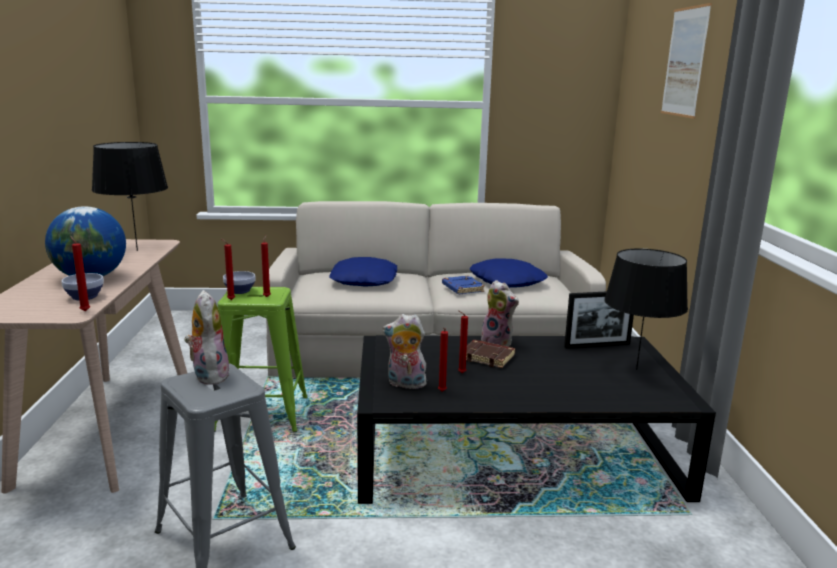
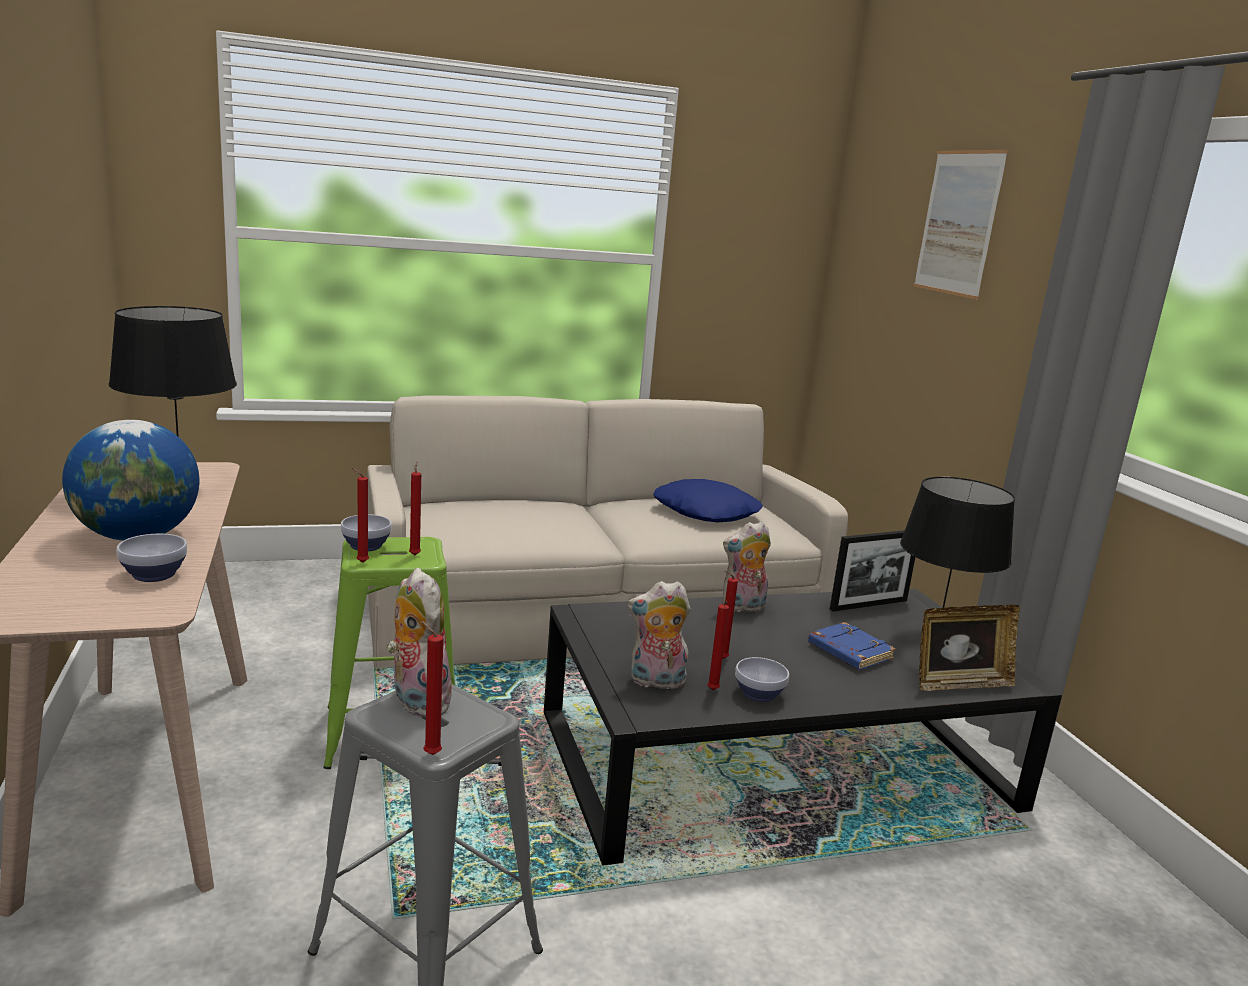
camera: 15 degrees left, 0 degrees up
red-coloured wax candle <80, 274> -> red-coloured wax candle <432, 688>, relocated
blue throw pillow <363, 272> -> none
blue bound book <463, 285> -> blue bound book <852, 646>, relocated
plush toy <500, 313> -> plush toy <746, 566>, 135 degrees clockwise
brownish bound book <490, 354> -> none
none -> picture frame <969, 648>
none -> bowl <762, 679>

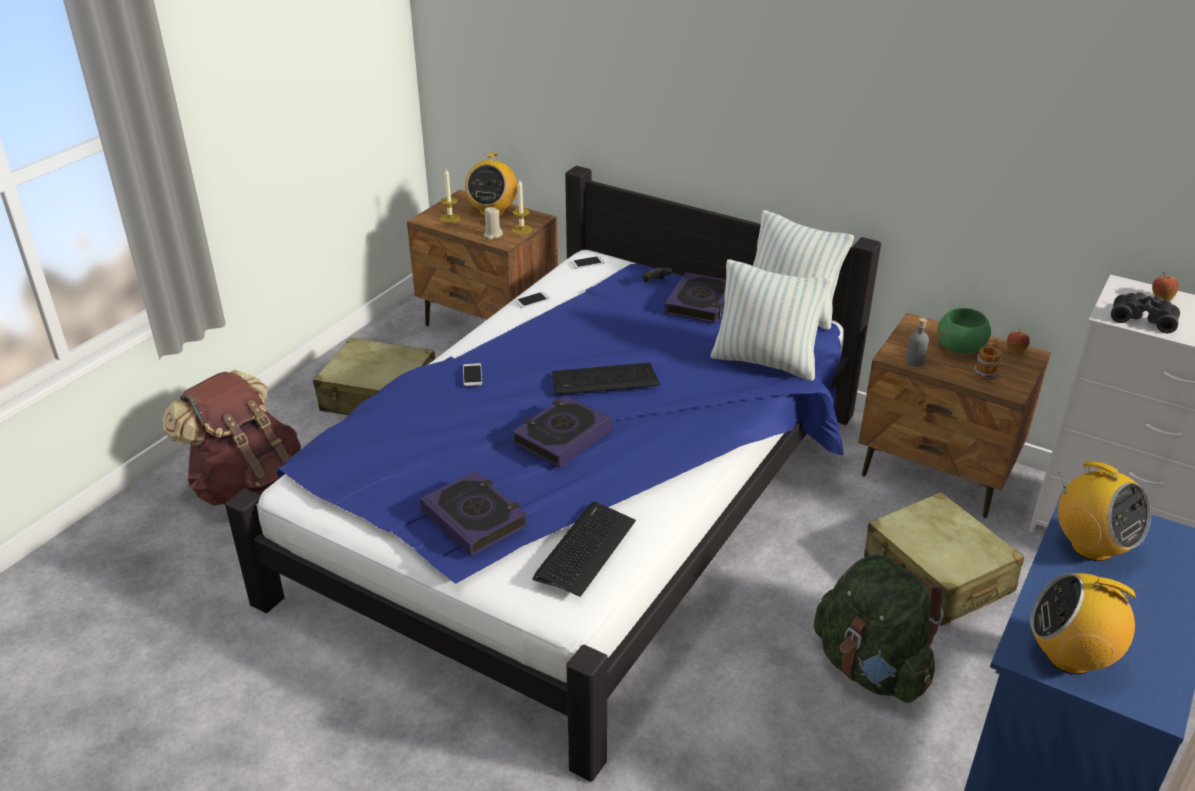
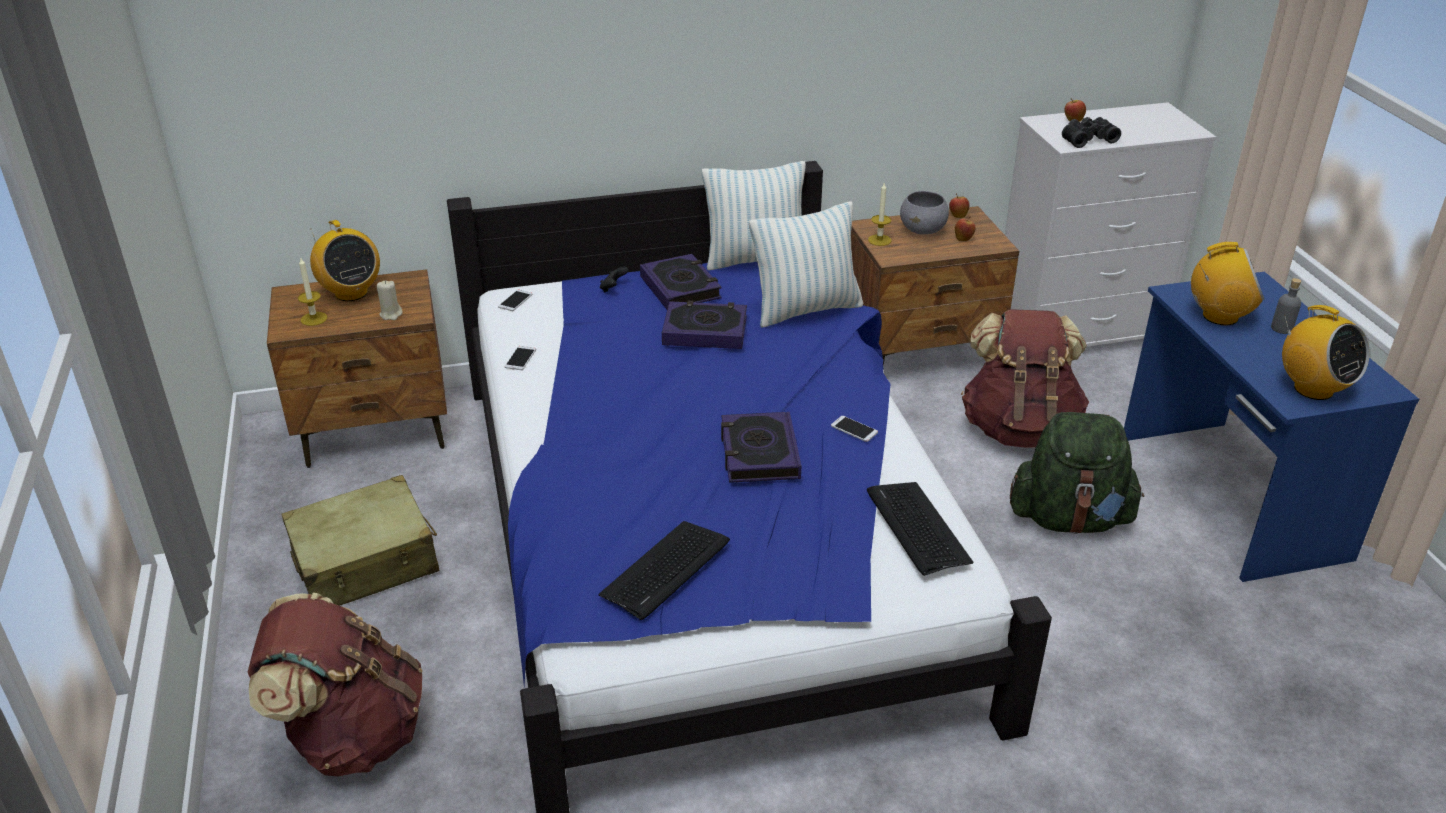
camera: 45 degrees left, 0 degrees up
wax candle <522, 207> -> wax candle <880, 214>, relocated
green bowl <964, 331> -> greyish bowl <924, 213>
greyish beverage bottle <917, 342> -> greyish beverage bottle <1286, 306>, relocated
mug <987, 359> -> apple <965, 228>
telephone <472, 374> -> telephone <854, 429>, relocated
PC keyboard <606, 379> -> PC keyboard <664, 570>, relocated
bound book <474, 513> -> bound book <704, 324>, relocated
beige suitcase <944, 559> -> brownish backpack <1025, 378>
radio receiver <1086, 623> -> radio receiver <1326, 352>, 90 degrees counterclockwise

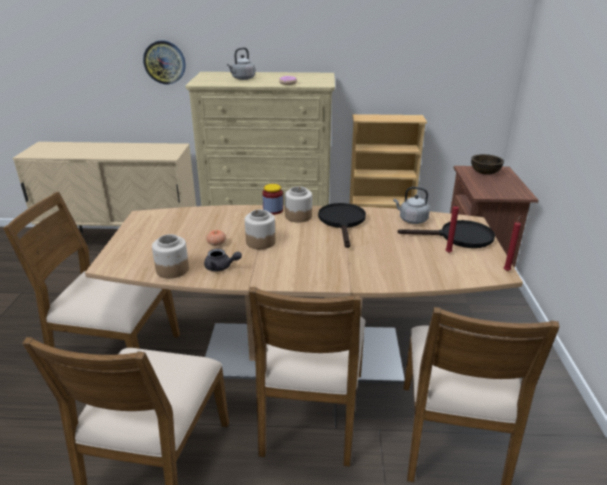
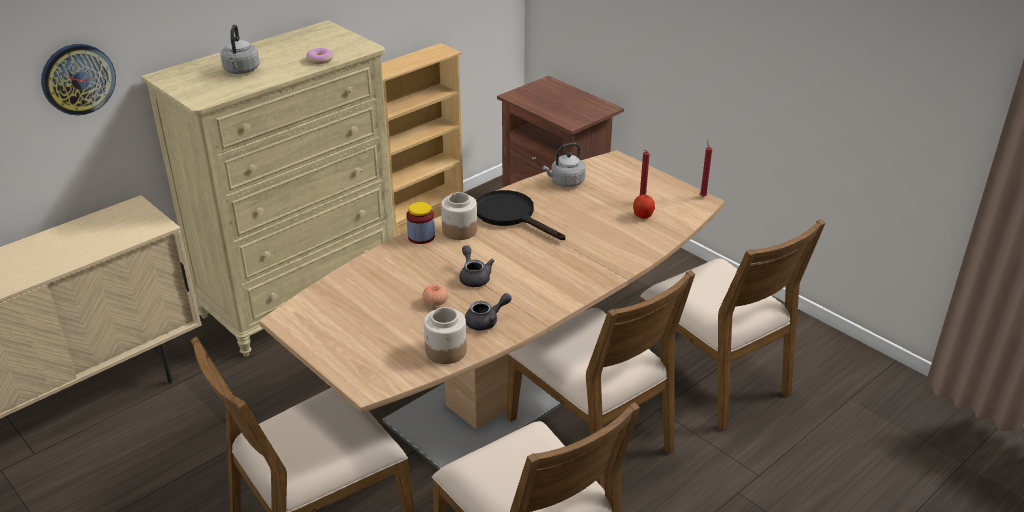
camera: 45 degrees left, 5 degrees up
brownish bowl <487, 164> -> none
storage jar <260, 229> -> greyish pot for tea <477, 266>
blackish skillet <446, 234> -> none
none -> apple <644, 206>

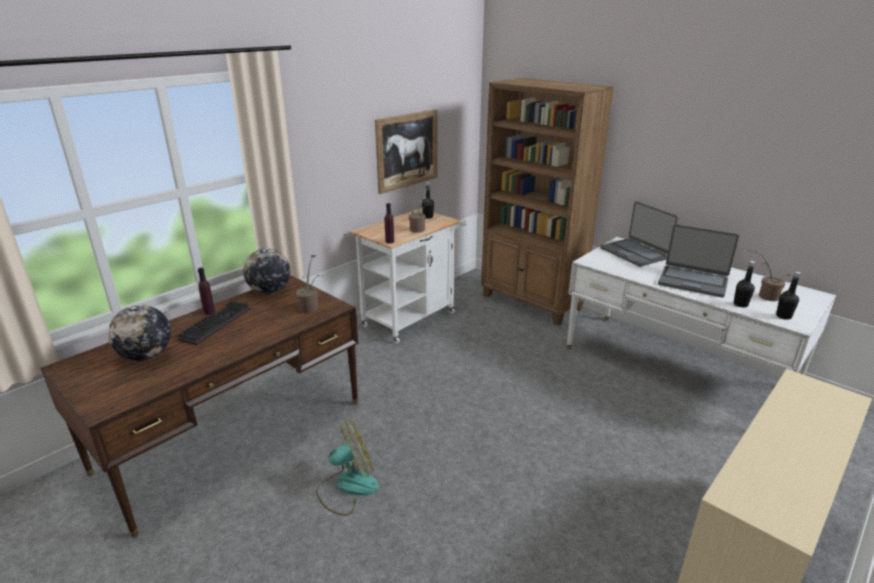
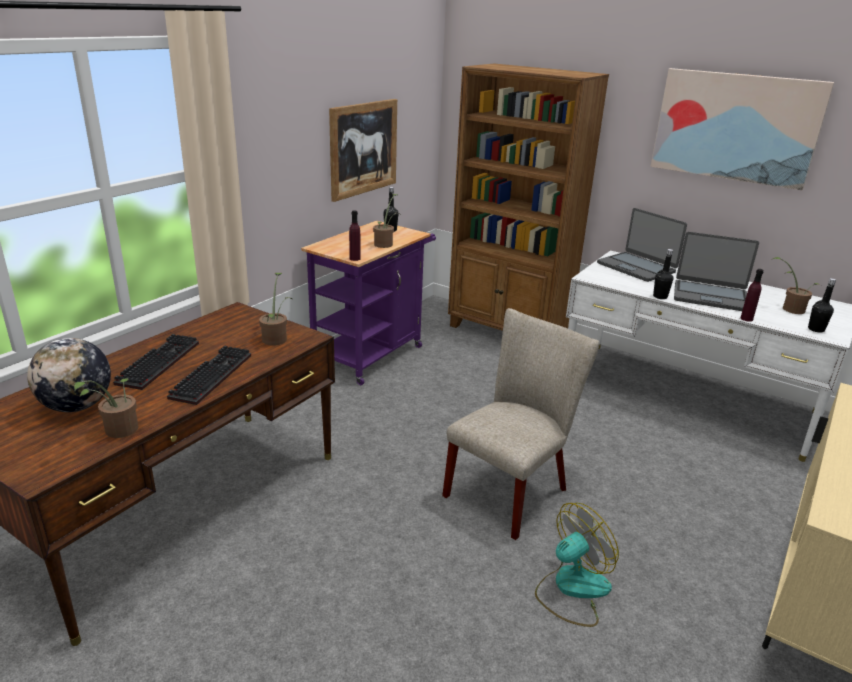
camera: 10 degrees left, 0 degrees up
whitish wheeled cart <408, 275> -> purplish wheeled cart <368, 303>
world globe <266, 271> -> none
blackish beverage bottle <744, 284> -> blackish beverage bottle <663, 274>, relocated
purplish beverage bottle <206, 291> -> purplish beverage bottle <752, 295>, relocated
electric fan <347, 468> -> electric fan <577, 565>, relocated
none -> wall art <742, 129>
none -> beige plain chair <521, 424>
none -> PC keyboard <209, 375>
none -> potted plant <106, 408>

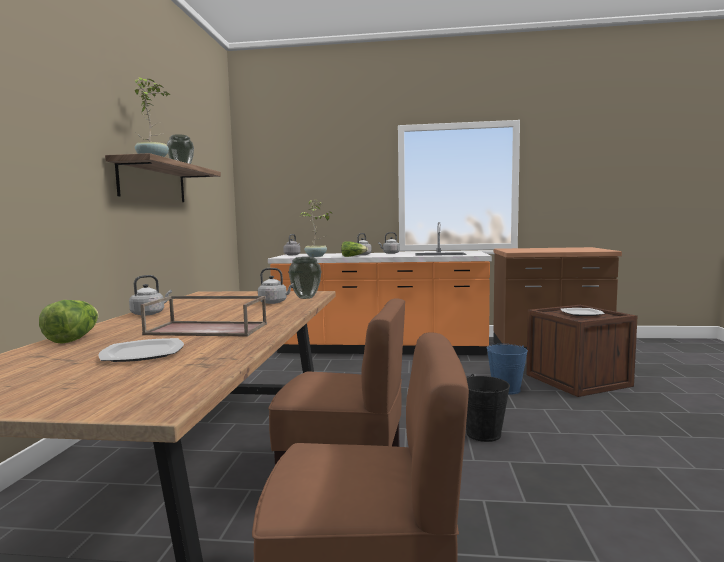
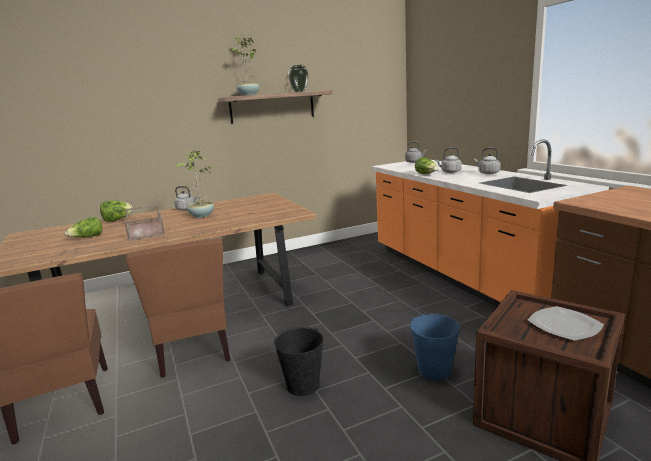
camera: 60 degrees right, 10 degrees up
potted plant <317, 228> -> potted plant <194, 184>, relocated
vase <305, 278> -> none
greyish tea kettle <276, 286> -> none
plate <141, 350> -> lettuce head <83, 227>

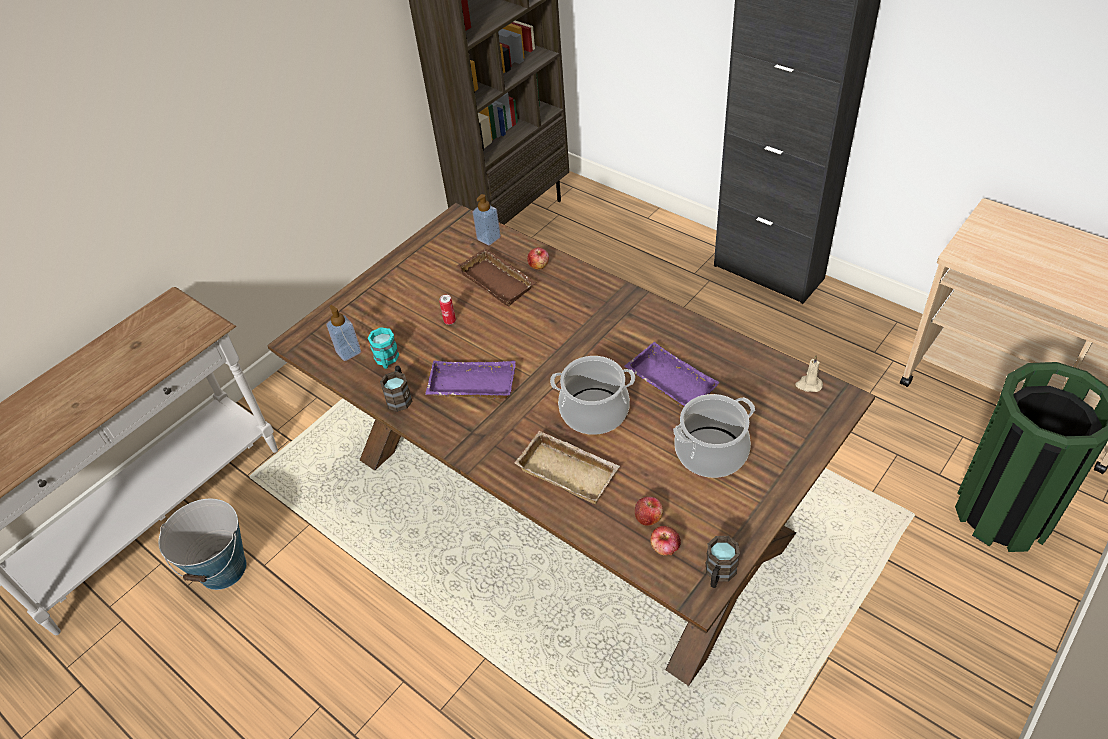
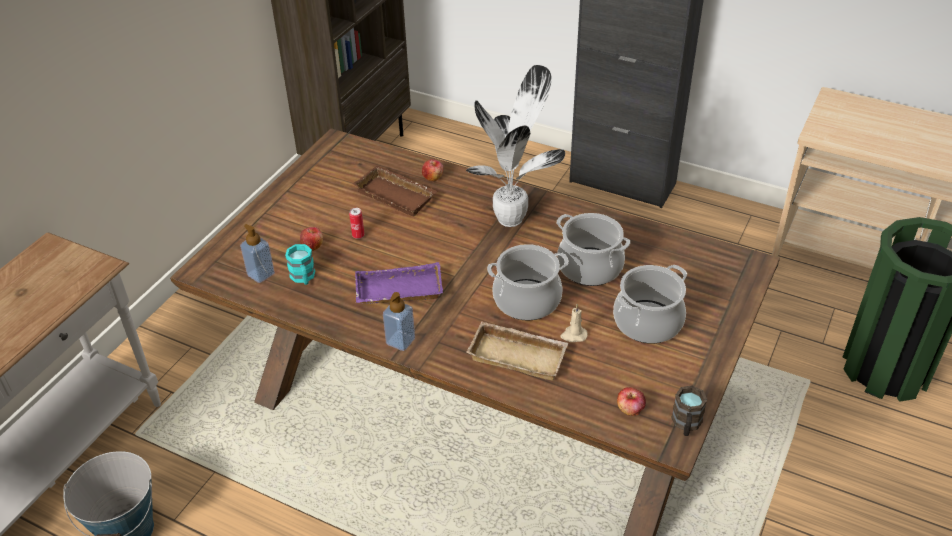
camera: 15 degrees left, 5 degrees down
soap bottle <486, 219> -> soap bottle <399, 321>, relocated
purplish carrying tray <672, 375> -> stockpot <593, 249>
beige wax candle <809, 374> -> beige wax candle <574, 323>, relocated
brownish mug <396, 389> -> none
apple <649, 511> -> apple <311, 239>, relocated
none -> potted plant <515, 146>

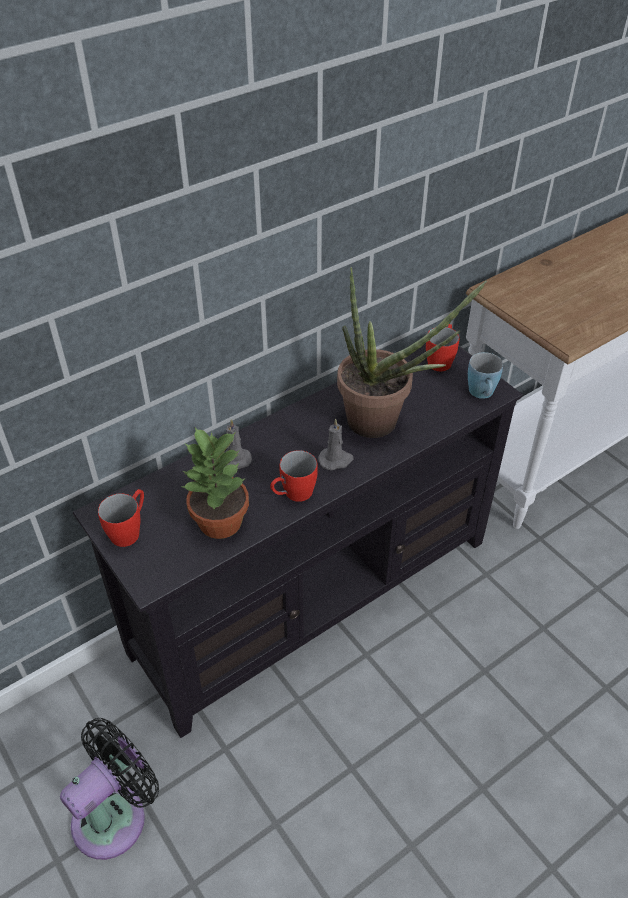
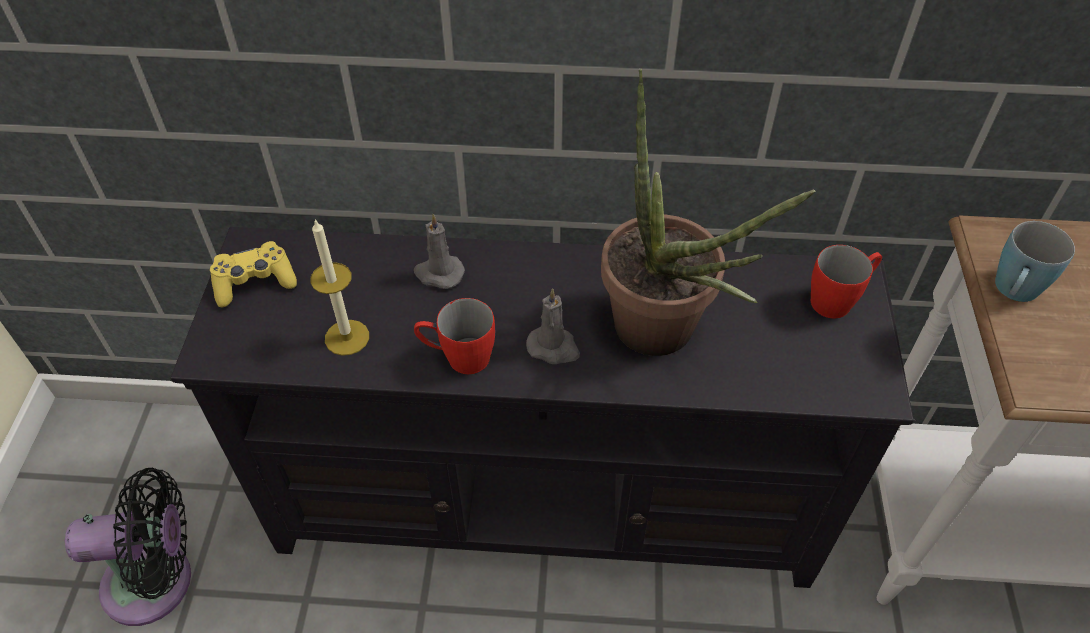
camera: 40 degrees right, 5 degrees up
blue mug <485, 375> -> blue mug <1035, 261>, relocated
potted plant <215, 483> -> wax candle <339, 287>
red-coloured mug <121, 518> -> yellow gamepad <253, 274>

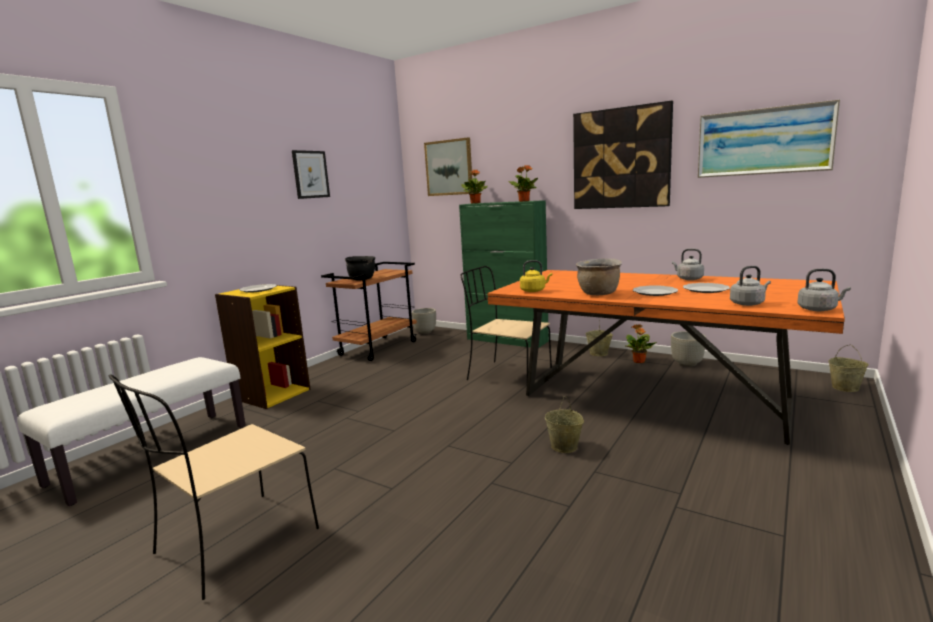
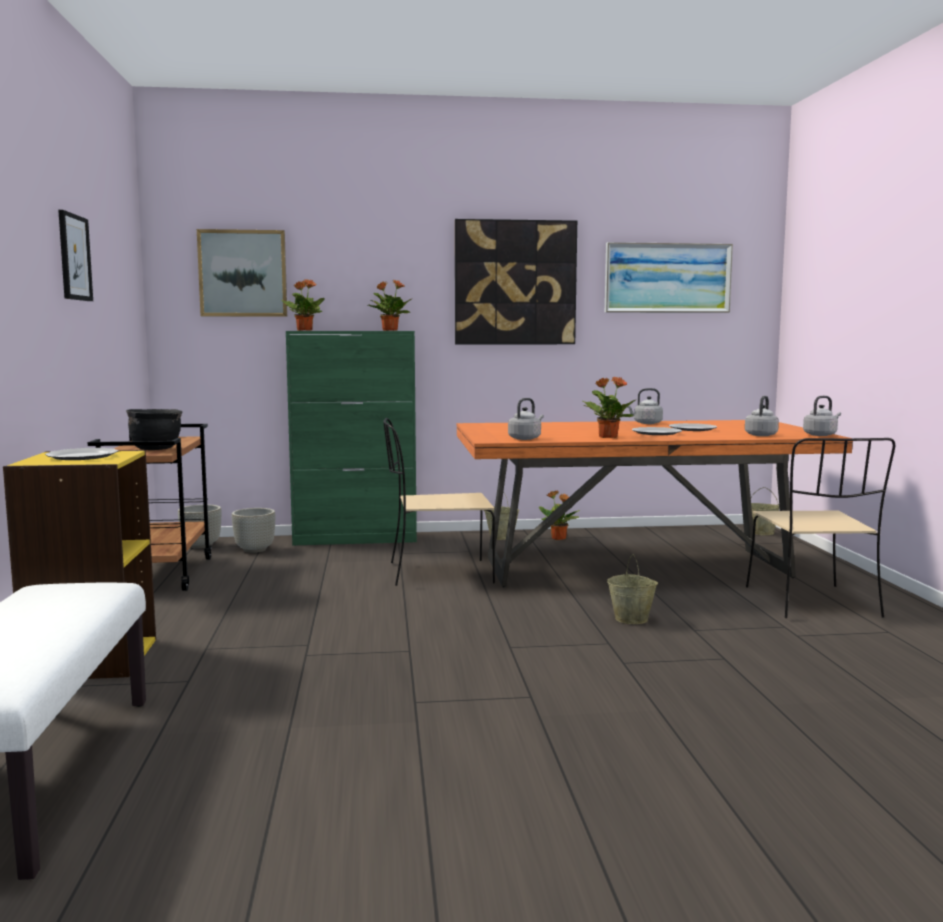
camera: 40 degrees left, 5 degrees down
brownish stockpot <599, 276> -> potted plant <609, 407>
yellow tea kettle <536, 276> -> greyish tea kettle <526, 419>
greyish flower pot <688, 349> -> greyish flower pot <253, 530>, relocated
beige plain chair <214, 487> -> beige plain chair <820, 528>, relocated

